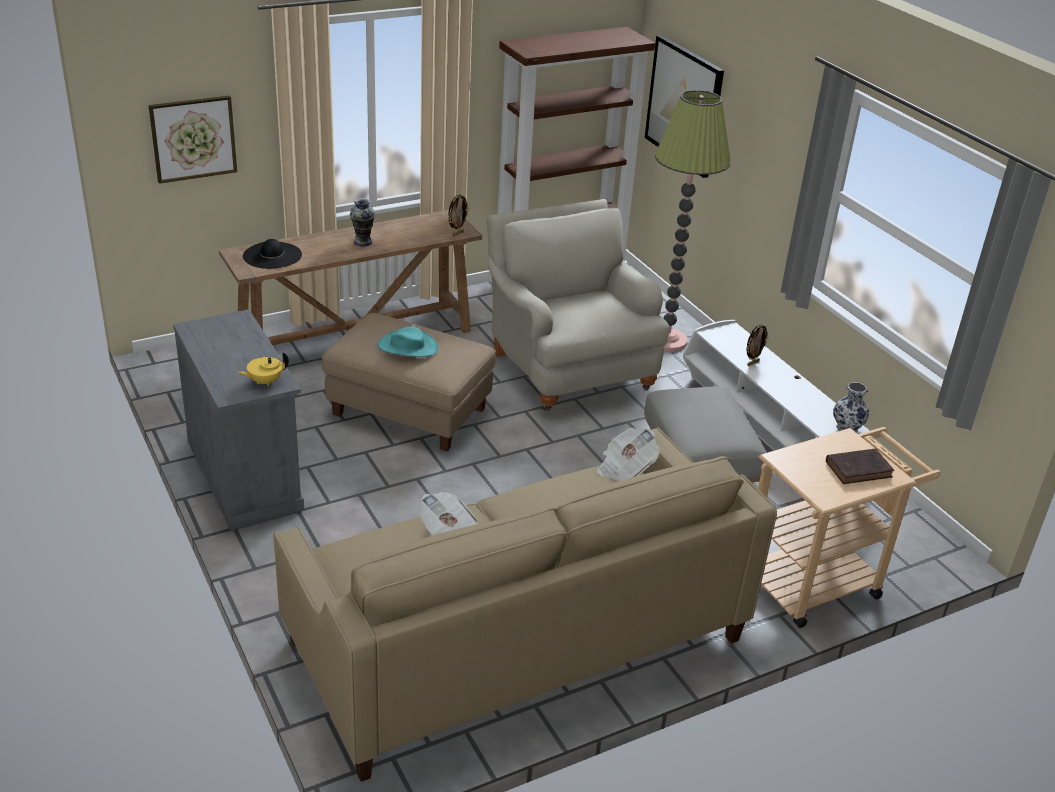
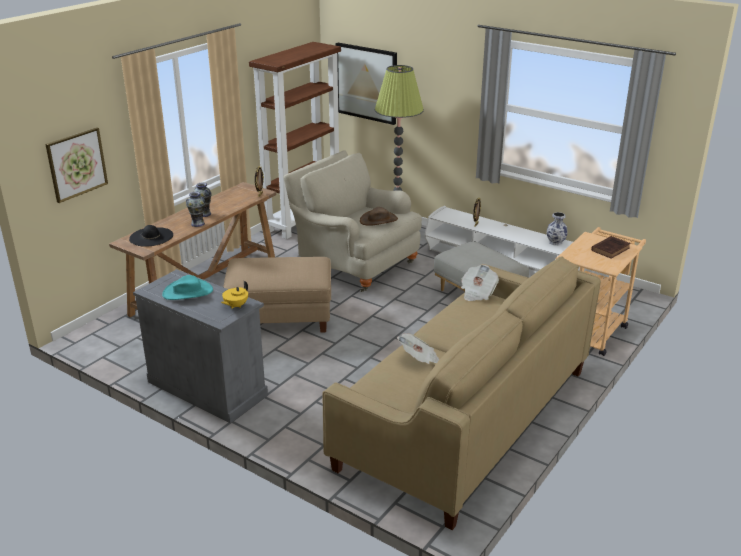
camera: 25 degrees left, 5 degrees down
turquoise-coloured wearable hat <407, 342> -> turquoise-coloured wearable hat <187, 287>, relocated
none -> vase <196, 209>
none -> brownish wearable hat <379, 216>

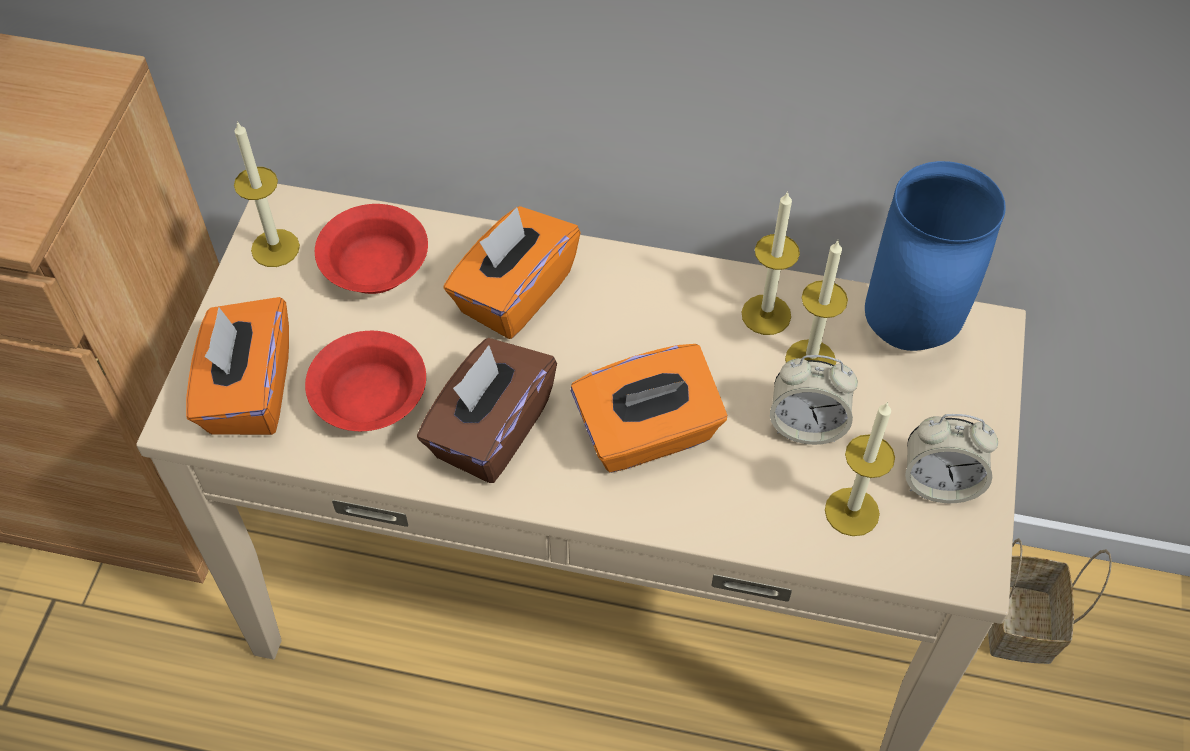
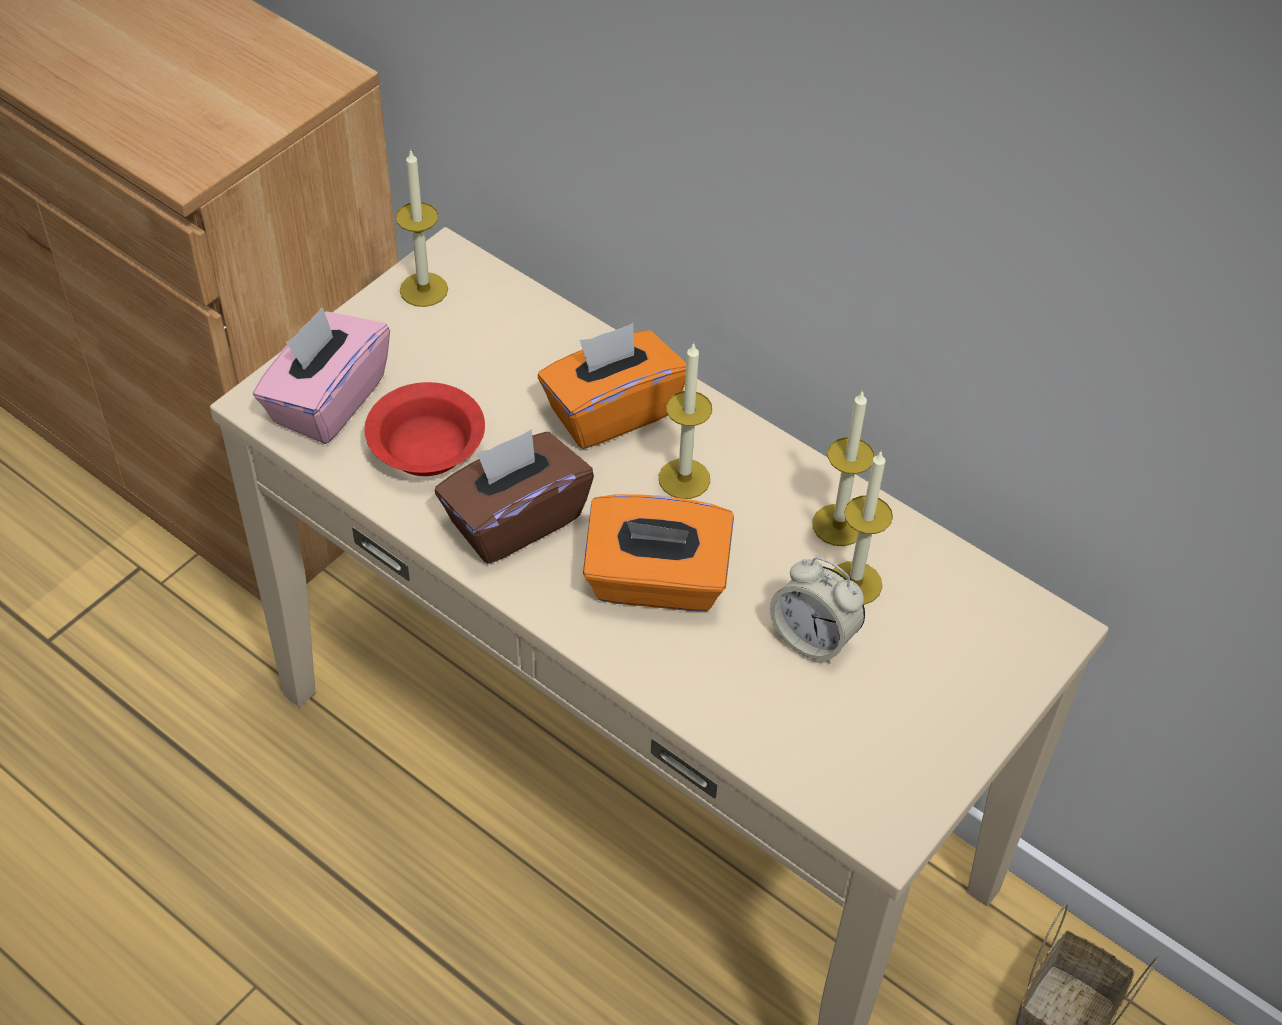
camera: 25 degrees right, 5 degrees down
blue vase <935, 256> -> none
red-coloured bowl <371, 249> -> none
orange tissue box <237, 366> -> pink-coloured tissue box <321, 375>
wax candle <860, 469> -> wax candle <685, 421>, relocated
alarm clock <951, 458> -> none

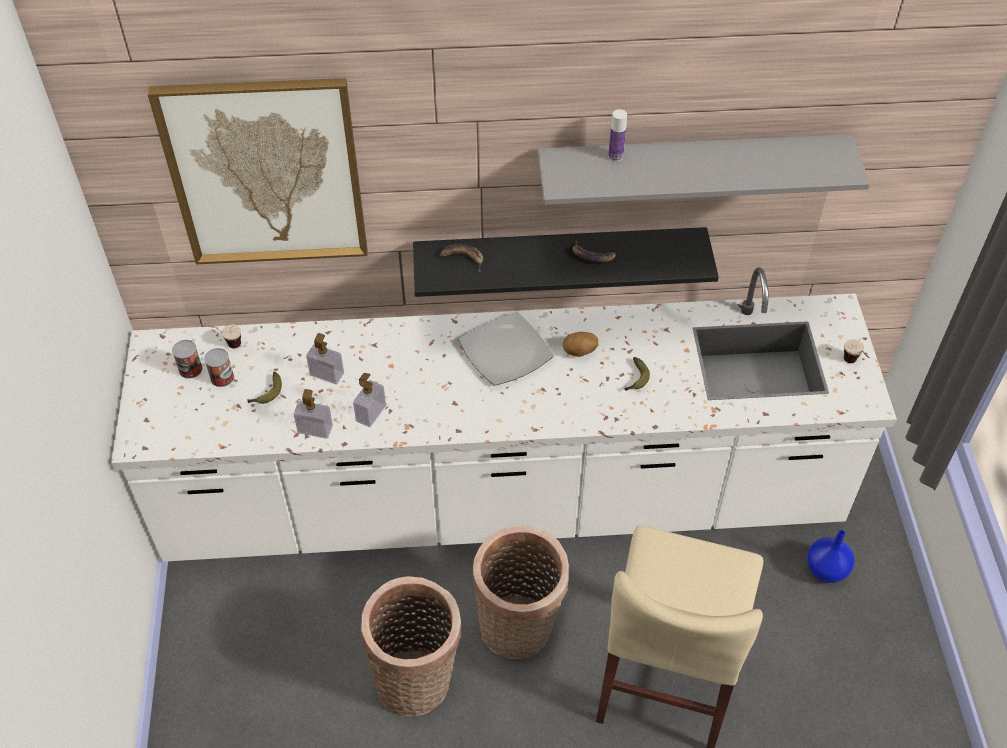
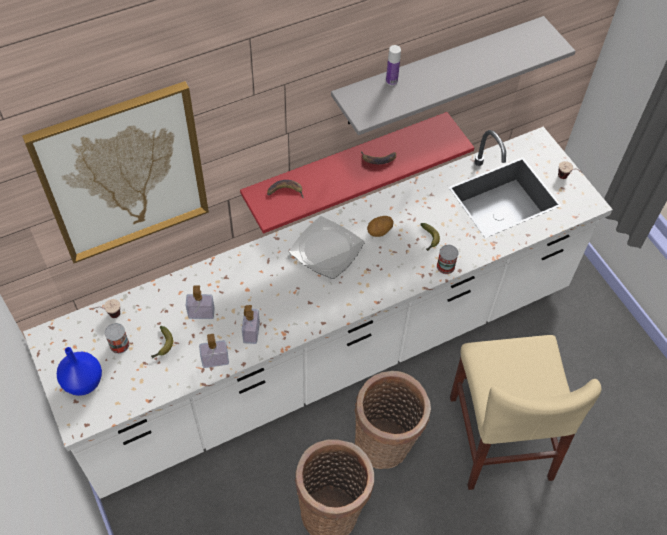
camera: 25 degrees left, 5 degrees up
blackish shelf <566, 262> -> red-coloured shelf <357, 173>
sealed can <187, 359> -> sealed can <448, 259>, relocated
blue vase <830, 556> -> blue vase <79, 371>, relocated

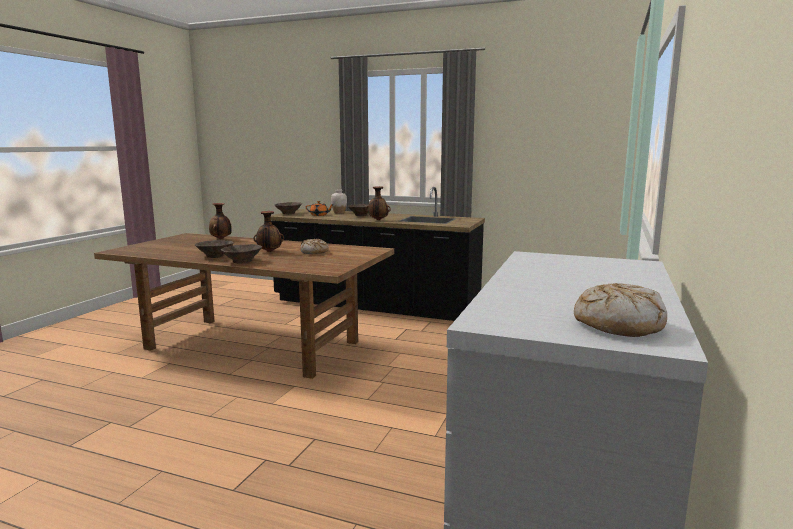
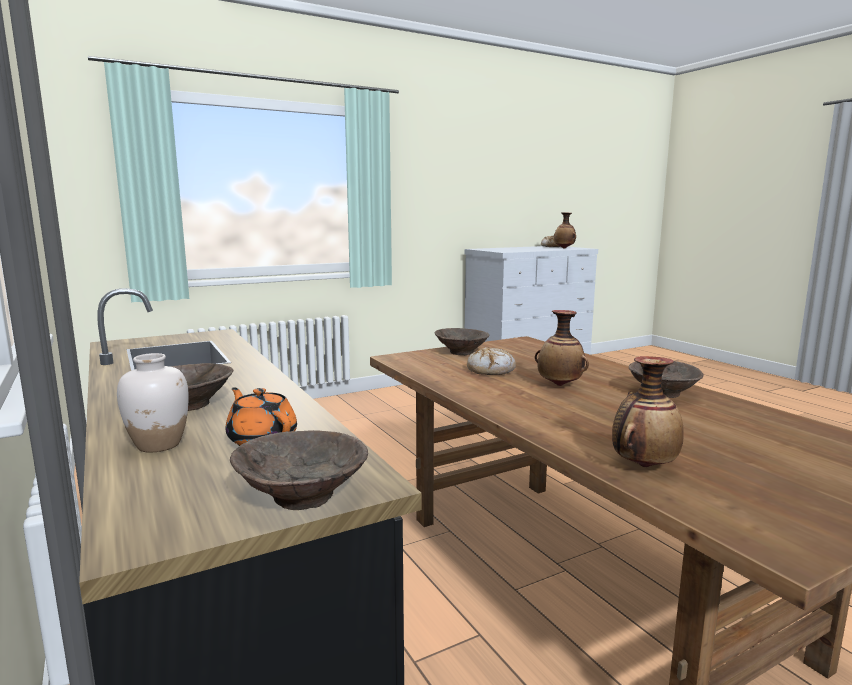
camera: 140 degrees left, 0 degrees up
vase <378, 203> -> vase <565, 230>, relocated
brownish bowl <241, 253> -> brownish bowl <462, 341>, relocated

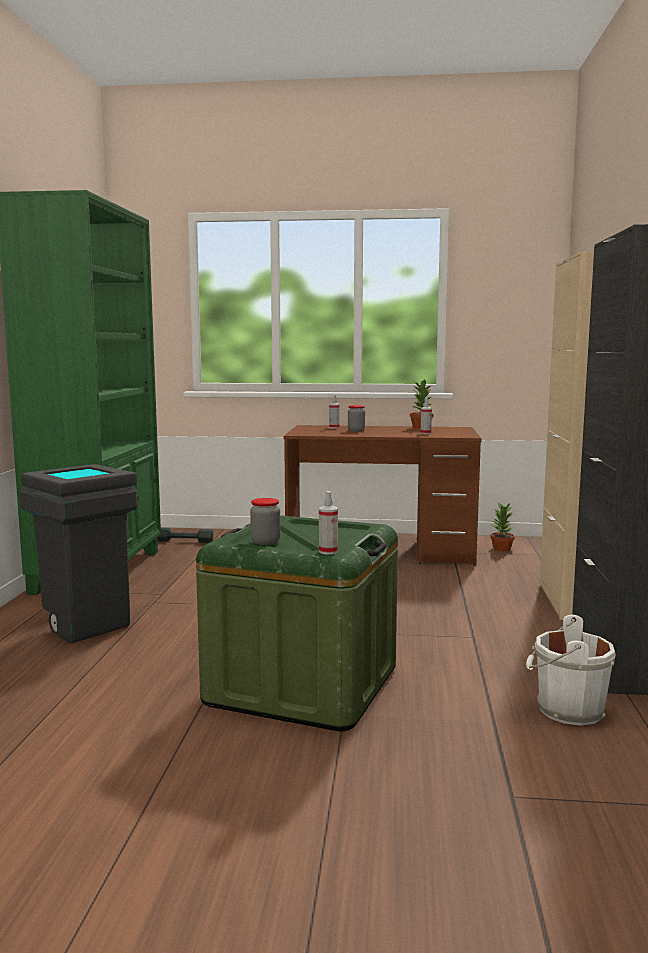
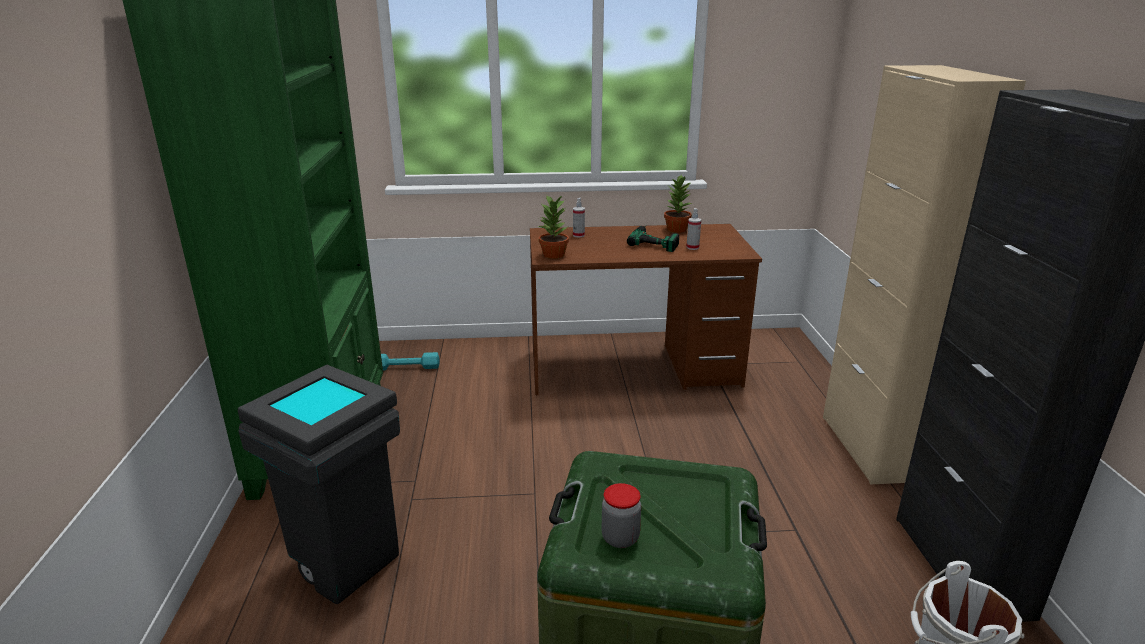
camera: 10 degrees left, 15 degrees up
storage jar <356, 418> -> none
sprayer <328, 522> -> none
potted plant <502, 527> -> potted plant <554, 226>, relocated
greyish hand weight <185, 535> -> turquoise-coloured hand weight <410, 361>
none -> electric drill <653, 239>

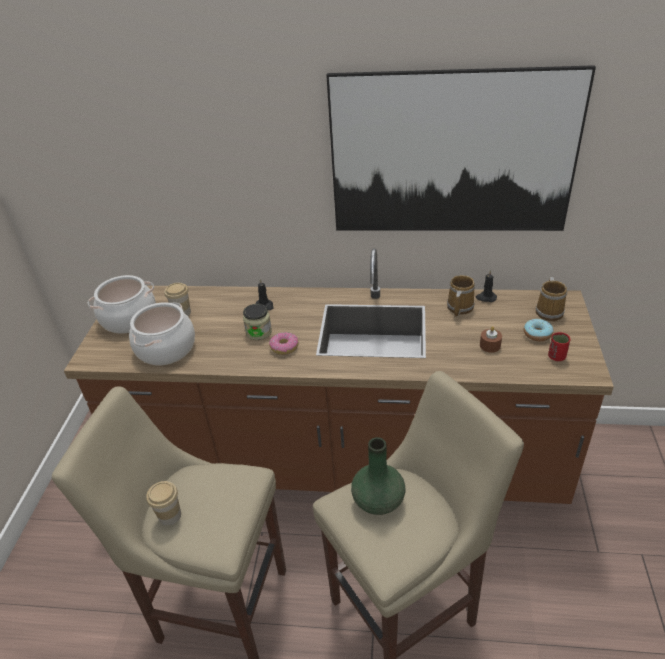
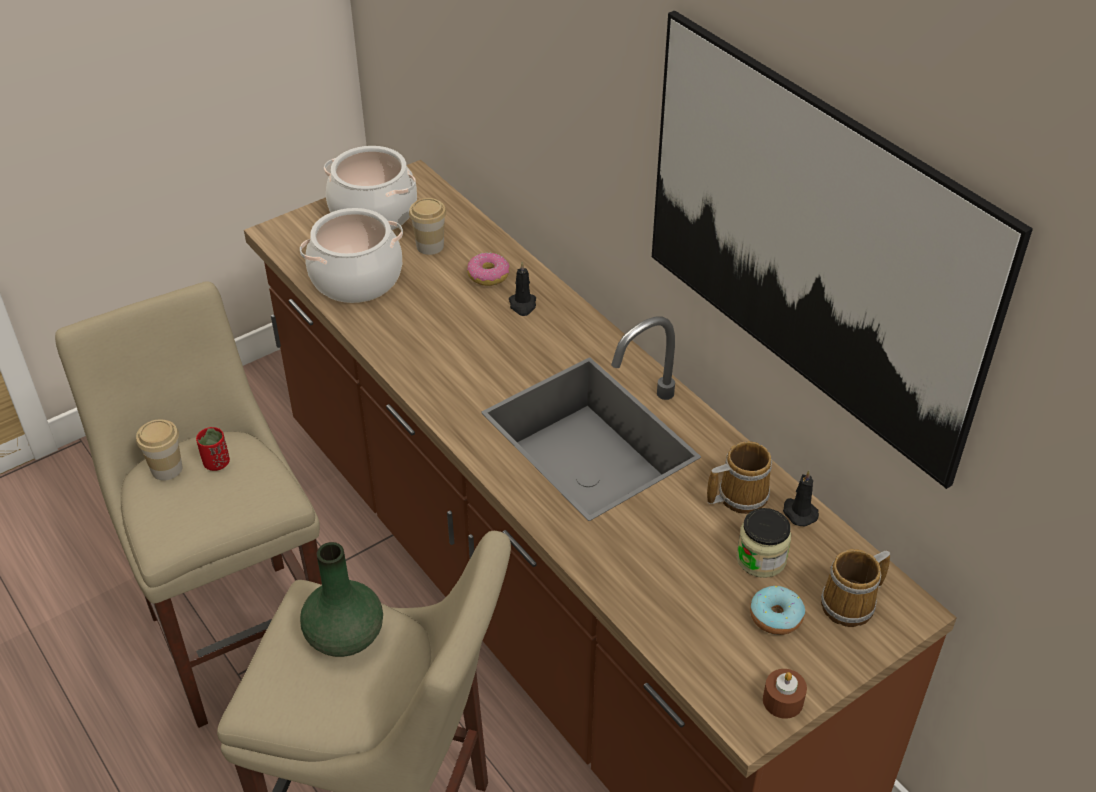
camera: 45 degrees right, 5 degrees up
storage jar <257, 322> -> storage jar <763, 543>, relocated
brownish wax candle <491, 339> -> brownish wax candle <785, 694>, relocated
doughnut <284, 343> -> doughnut <488, 269>, relocated
red-coloured small cup <559, 346> -> red-coloured small cup <213, 449>, relocated

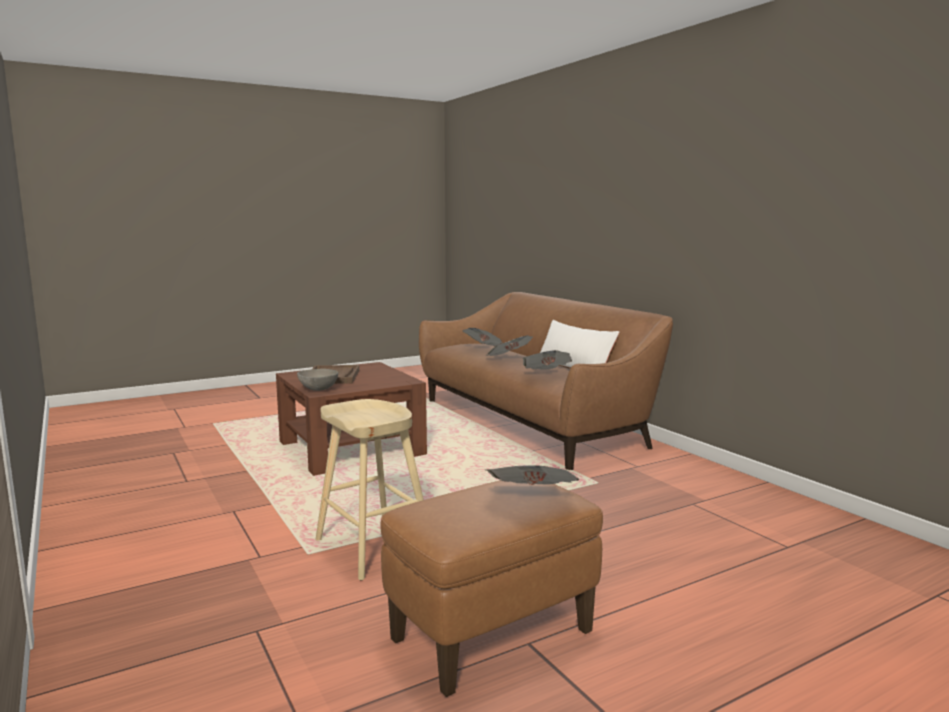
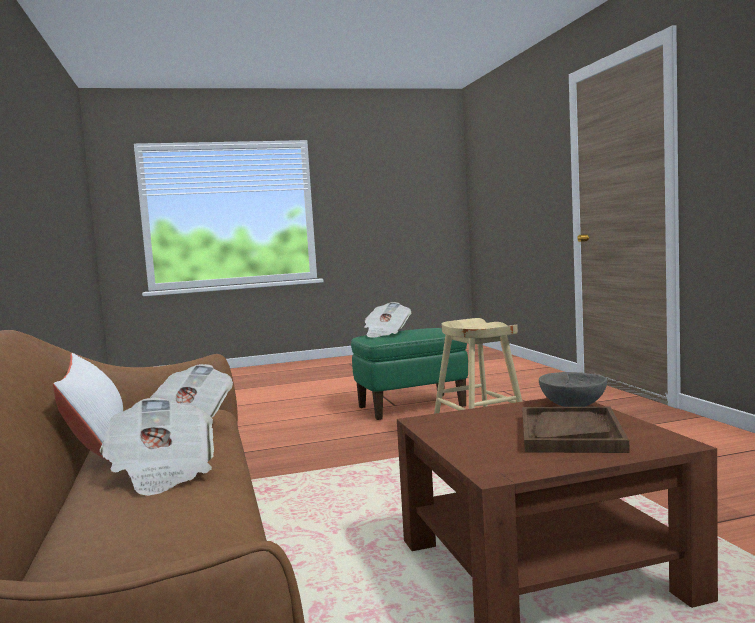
camera: 165 degrees left, 5 degrees down
newspaper <482, 337> -> none
brownish ottoman <492, 588> -> green ottoman <409, 374>

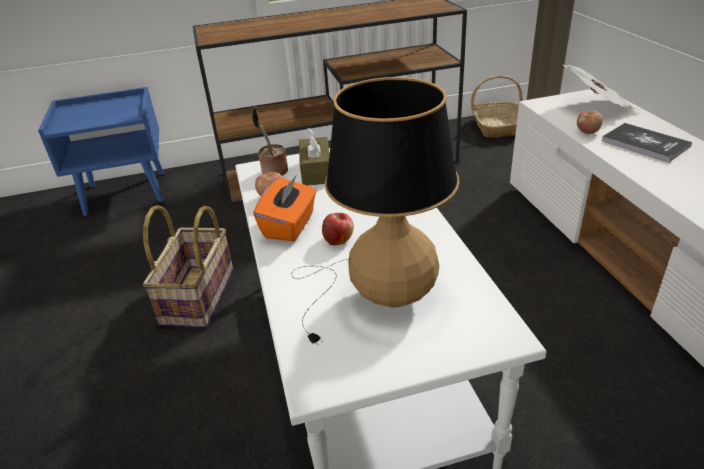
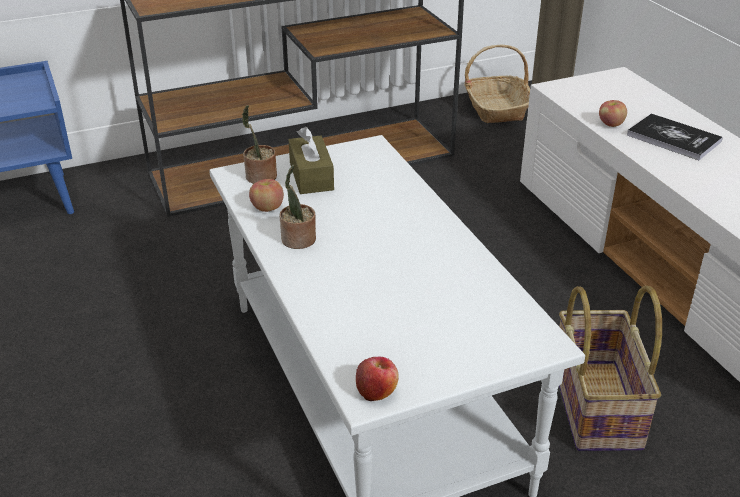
camera: 10 degrees left, 0 degrees up
newspaper <602, 88> -> none
tabletop lamp <375, 211> -> none
orange tissue box <285, 209> -> potted plant <297, 207>
basket <188, 266> -> basket <610, 368>, relocated
apple <338, 229> -> apple <377, 379>, relocated

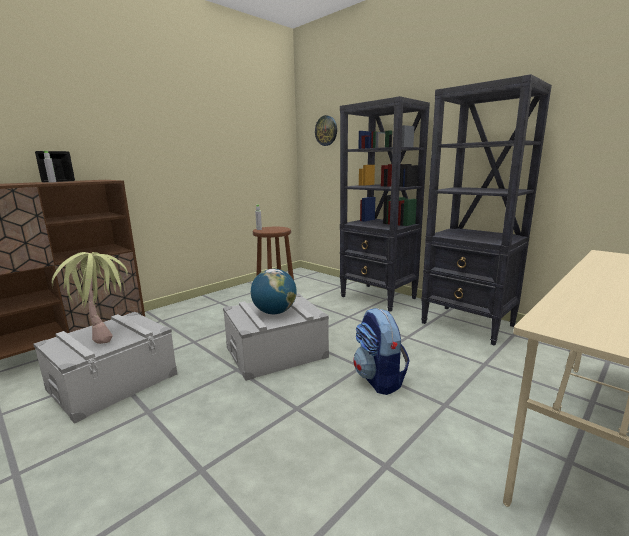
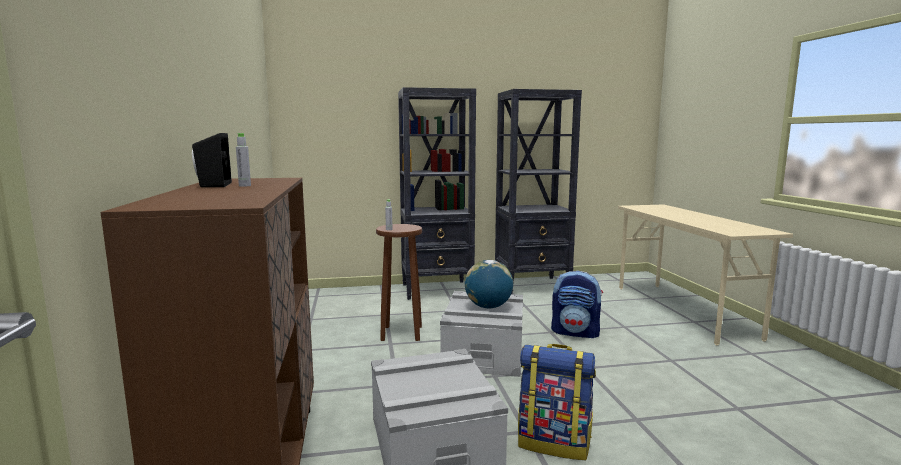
camera: 55 degrees left, 5 degrees down
wall clock <326, 130> -> none
potted plant <90, 298> -> none
none -> backpack <557, 402>

